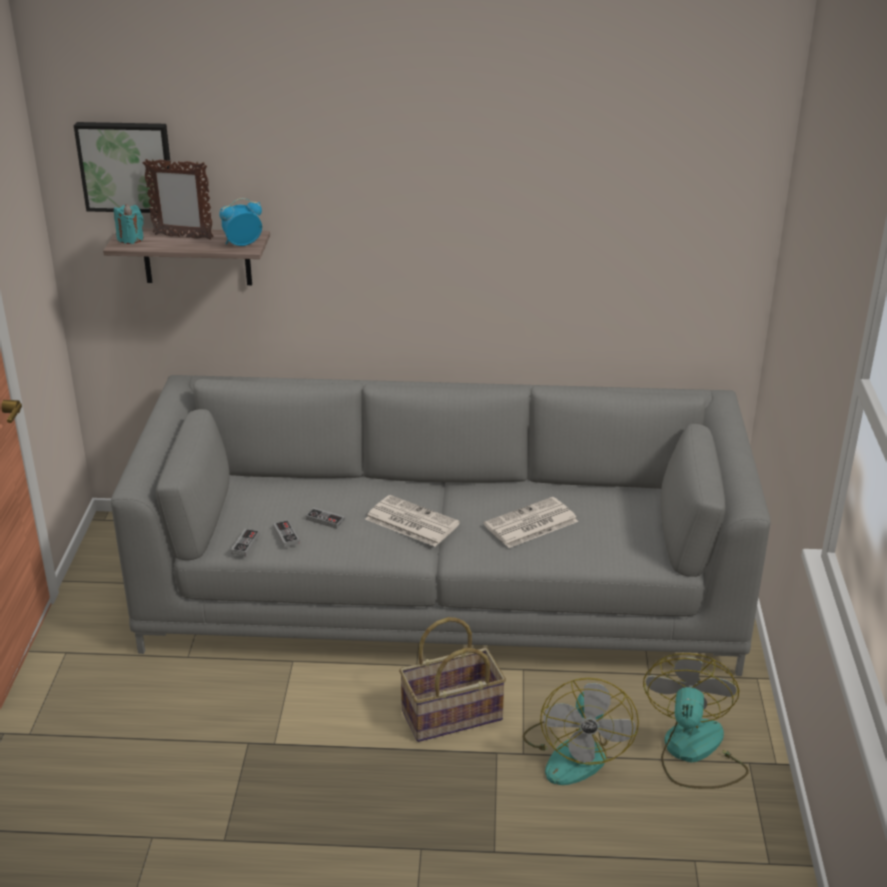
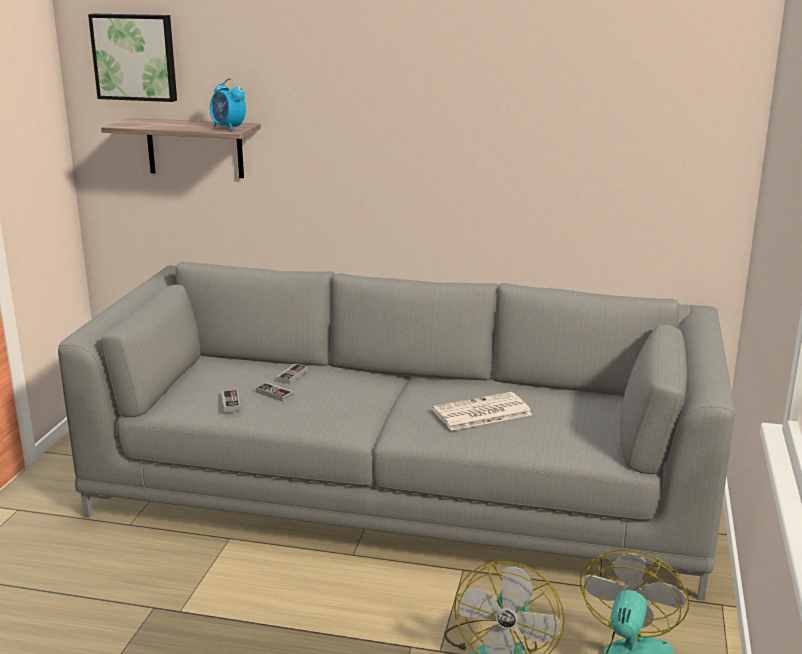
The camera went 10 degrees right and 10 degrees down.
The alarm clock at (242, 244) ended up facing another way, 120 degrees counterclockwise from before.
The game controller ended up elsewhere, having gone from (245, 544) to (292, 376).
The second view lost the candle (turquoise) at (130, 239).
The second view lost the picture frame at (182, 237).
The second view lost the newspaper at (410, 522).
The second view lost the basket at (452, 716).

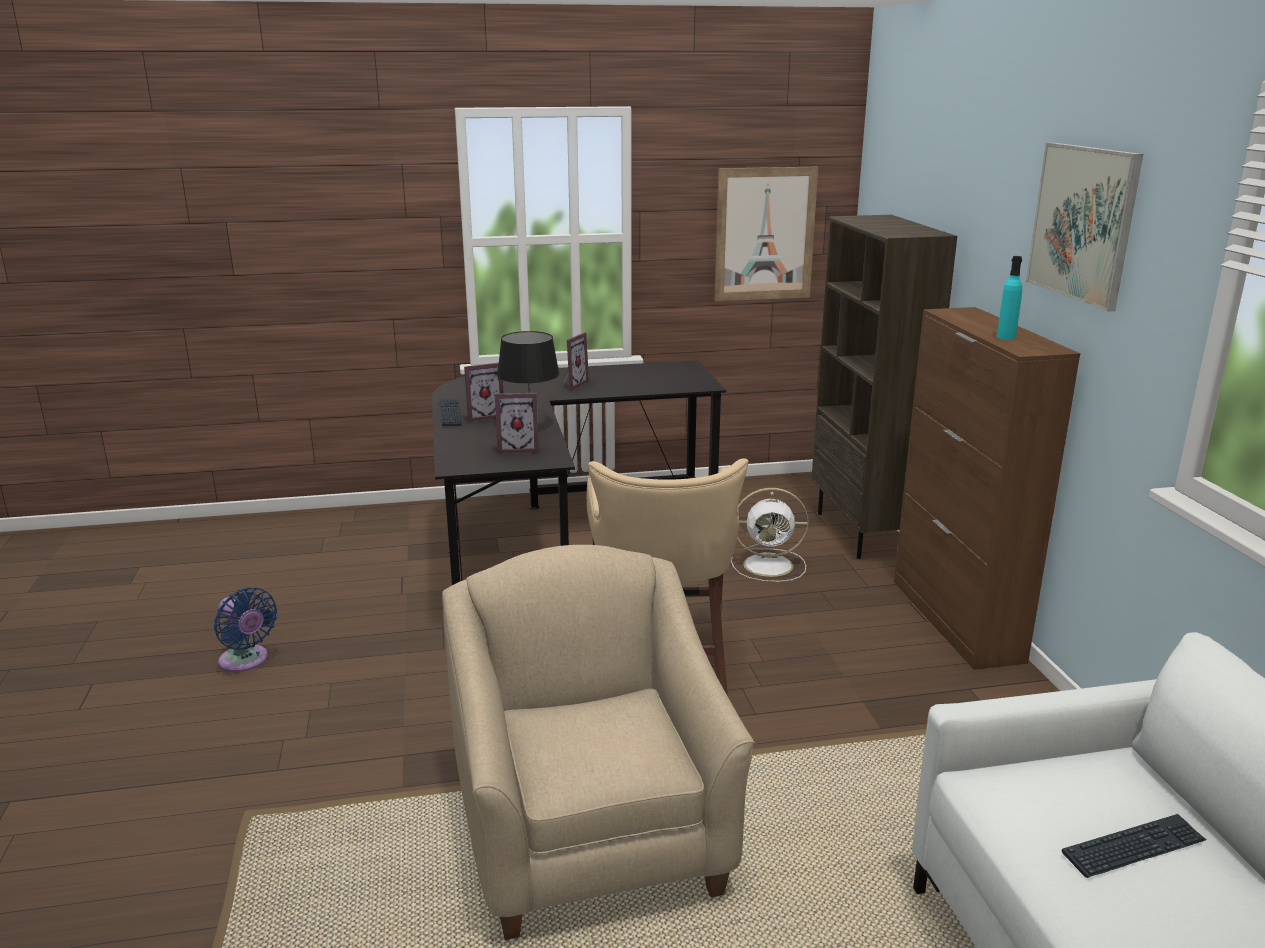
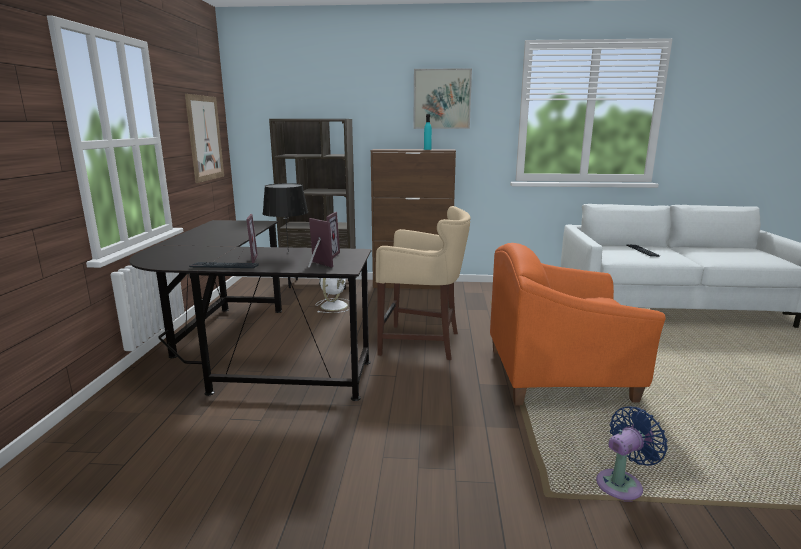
The camera went 75 degrees left and 5 degrees down.
The picture frame ended up elsewhere, having gone from (571, 384) to (316, 266).
What was the armchair (beige) at (591, 834) turned into the armchair (orange) at (559, 375).
The fan (blue) ended up elsewhere, having gone from (246, 661) to (622, 483).

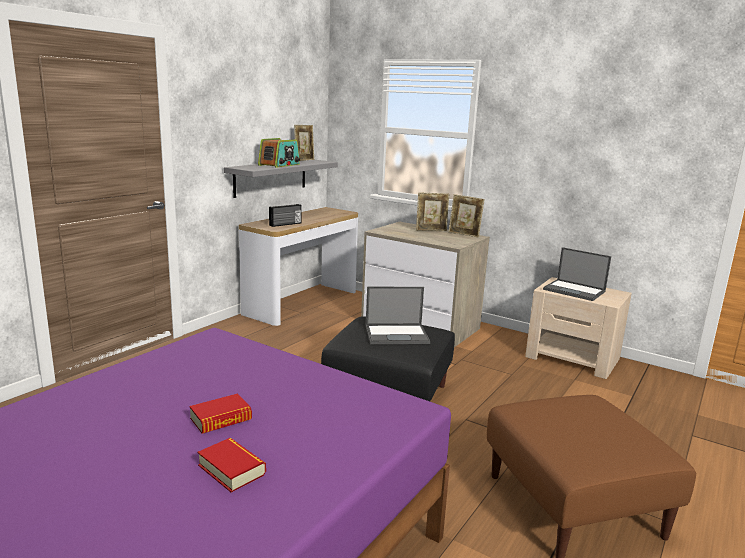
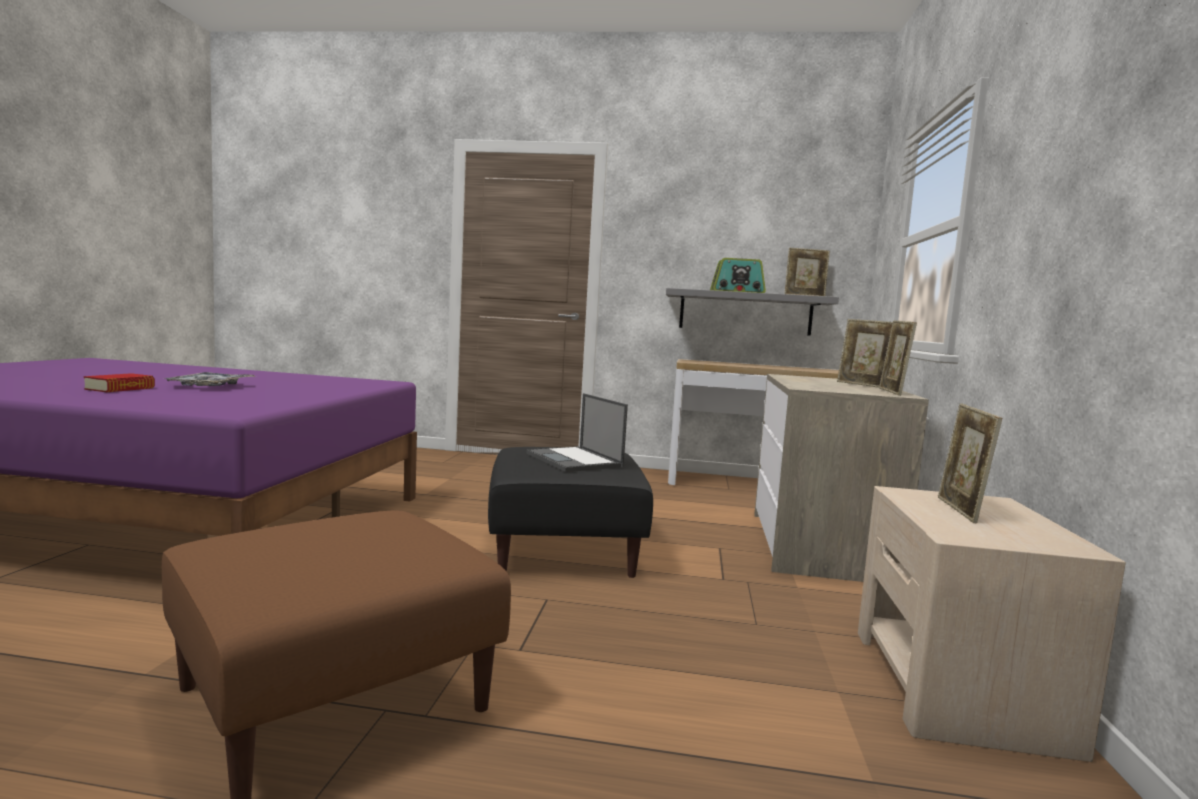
The camera went 65 degrees right and 10 degrees down.
Where the book stood at (221, 419), the tray came to stand at (210, 386).
Where the laptop stood at (575, 290), the picture frame came to stand at (960, 511).
The second view lost the radio at (285, 224).

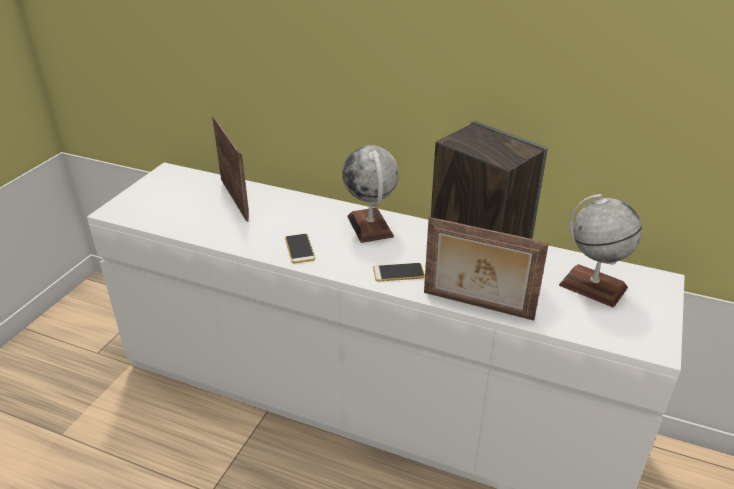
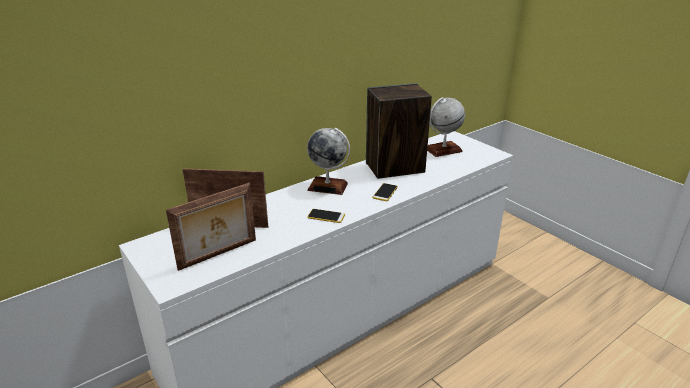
The camera went 60 degrees left and 5 degrees down.
The picture frame ended up elsewhere, having gone from (477, 306) to (219, 255).

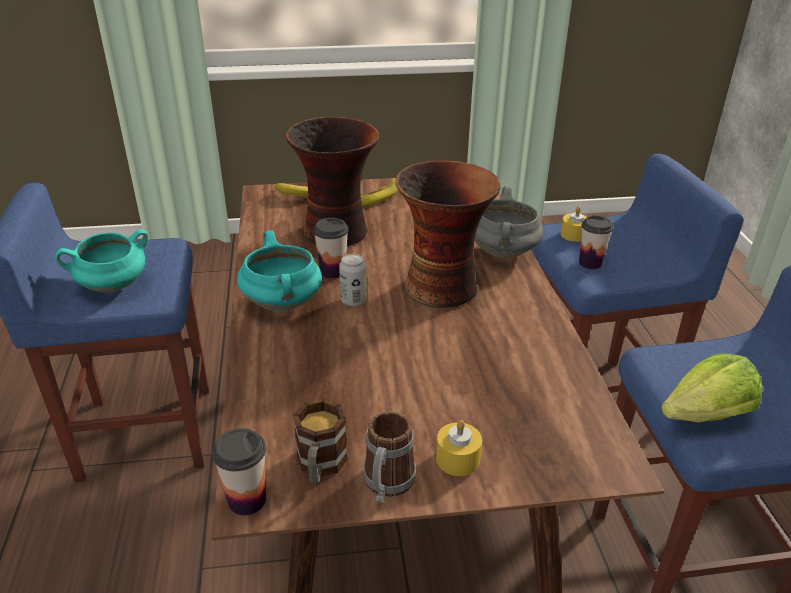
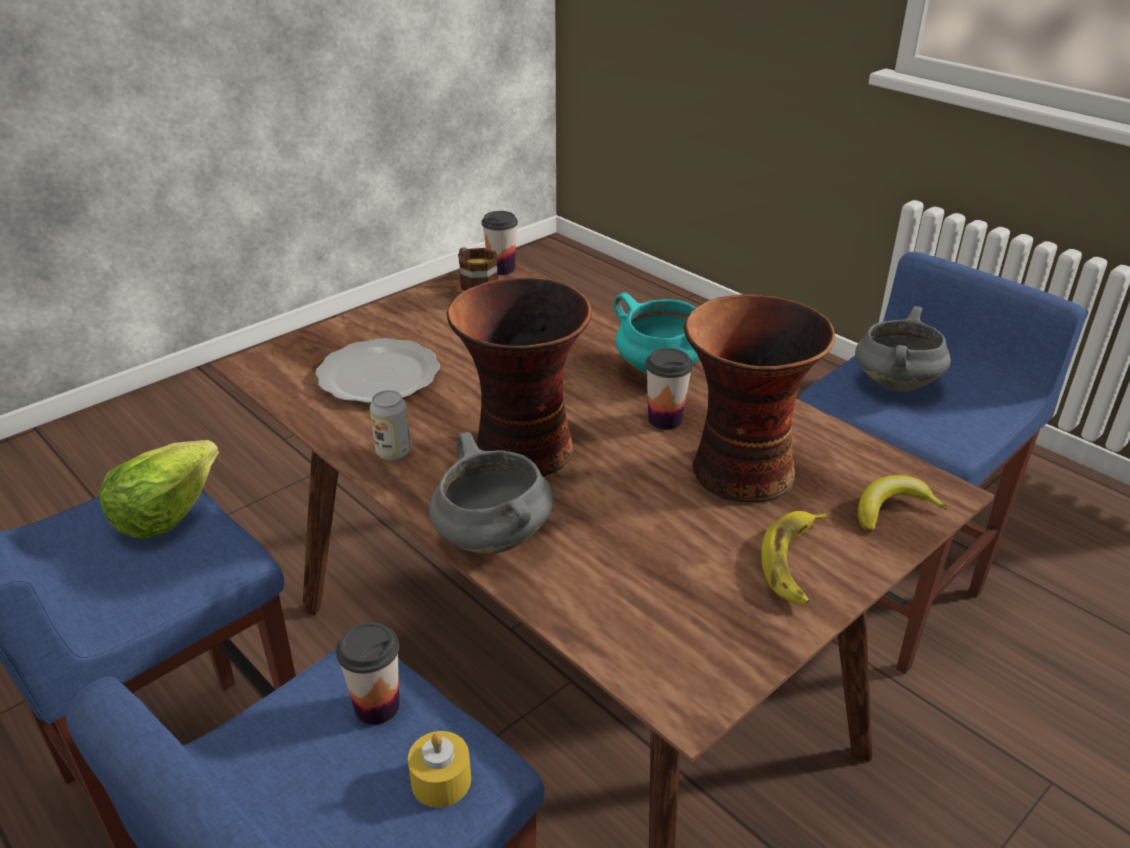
The camera went 145 degrees right and 0 degrees up.
The second view gained the plate at (379, 376).
The can ended up elsewhere, having gone from (353, 300) to (393, 452).
What was the cooking pot (turquoise) at (112, 287) turned into the cooking pot (grey) at (895, 383).
The second view lost the mug at (386, 486).
The second view lost the candle (yellow) at (457, 459).

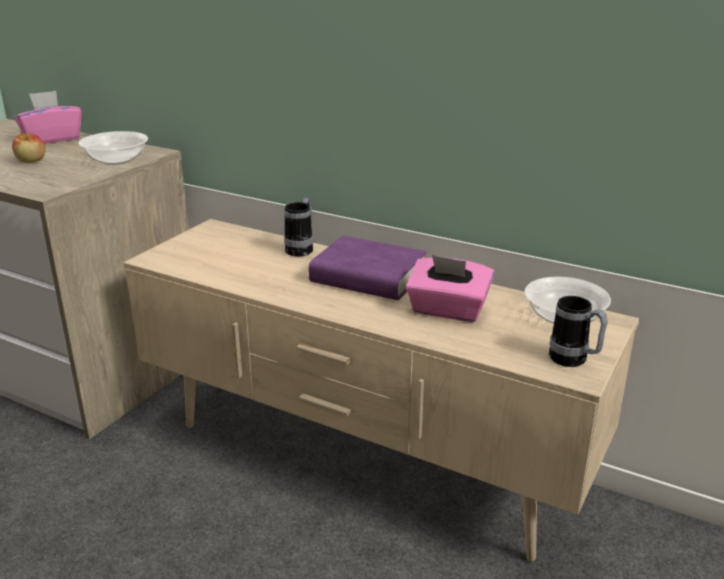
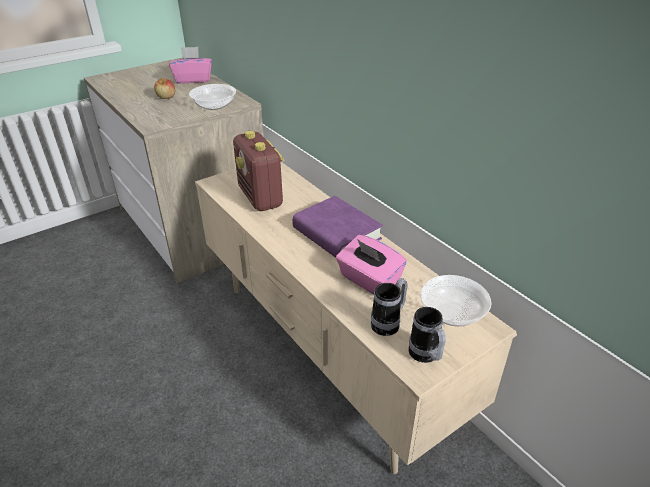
The camera went 25 degrees right and 10 degrees up.
The second view gained the radio at (261, 197).
The mug ended up elsewhere, having gone from (302, 248) to (389, 323).

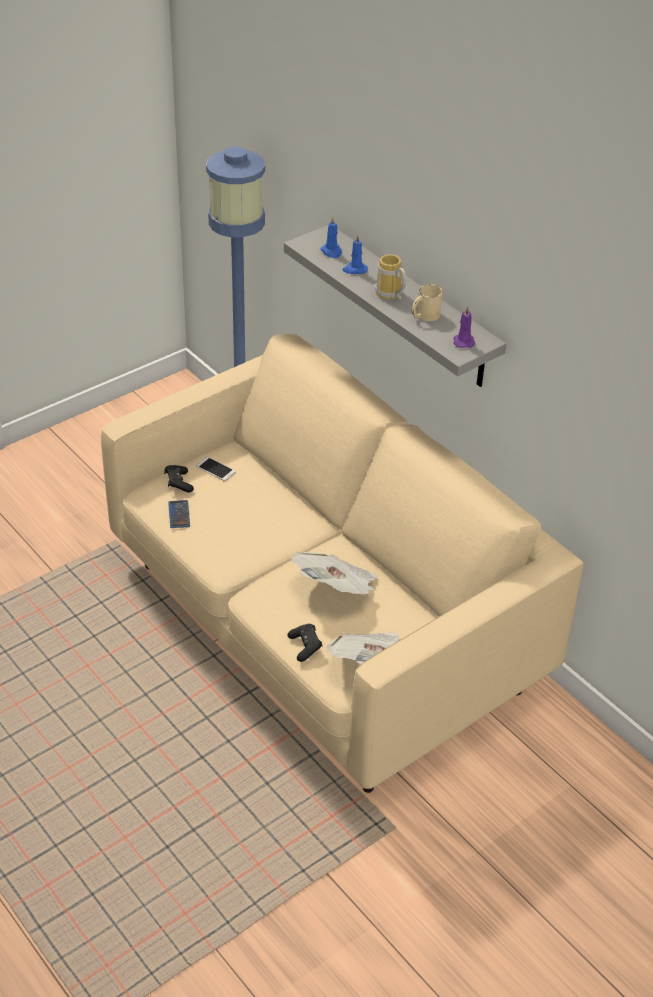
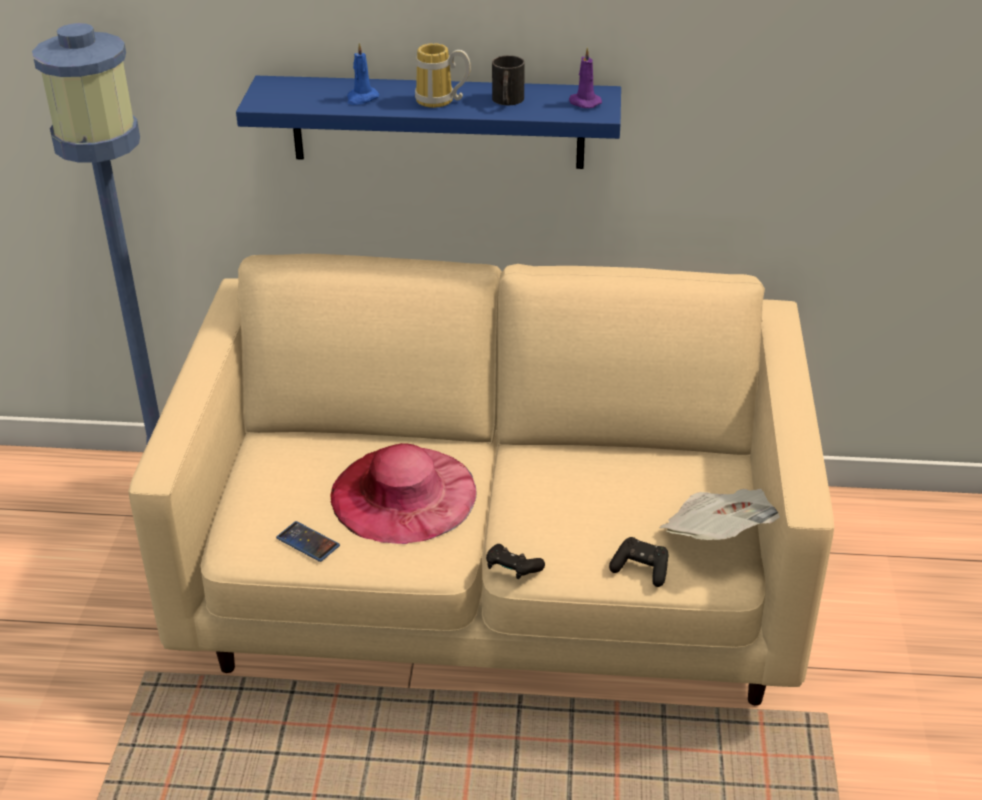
The camera went 45 degrees left and 5 degrees down.
What was the shelf (grey) at (411, 307) turned into the shelf (blue) at (437, 122).
The second view gained the hat (pink) at (403, 494).
The game controller (black) ended up elsewhere, having gone from (178, 483) to (512, 570).
What was the mug (beige) at (424, 316) turned into the mug (black) at (507, 101).
The second view lost the phone at (215, 469).
The second view lost the newspaper at (337, 589).
The second view lost the candle (blue) at (332, 252).

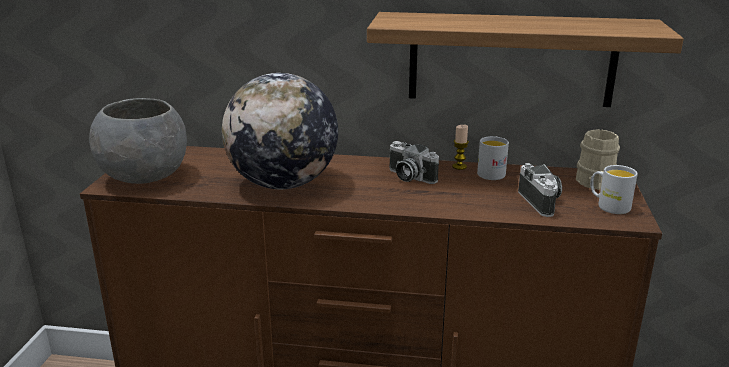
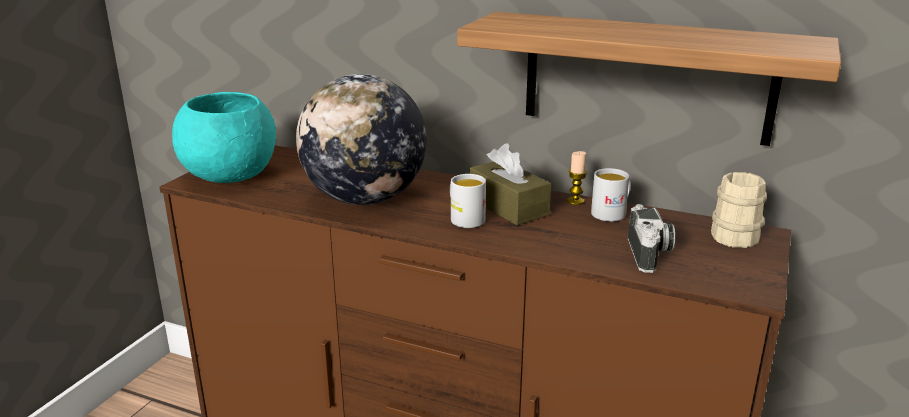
The camera went 15 degrees right and 0 degrees up.
What was the bowl (grey) at (144, 177) turned into the bowl (turquoise) at (230, 176).
The mug (white) ended up elsewhere, having gone from (608, 206) to (464, 218).
Where the photo camera stood at (408, 177), the tissue box (brown) came to stand at (508, 206).

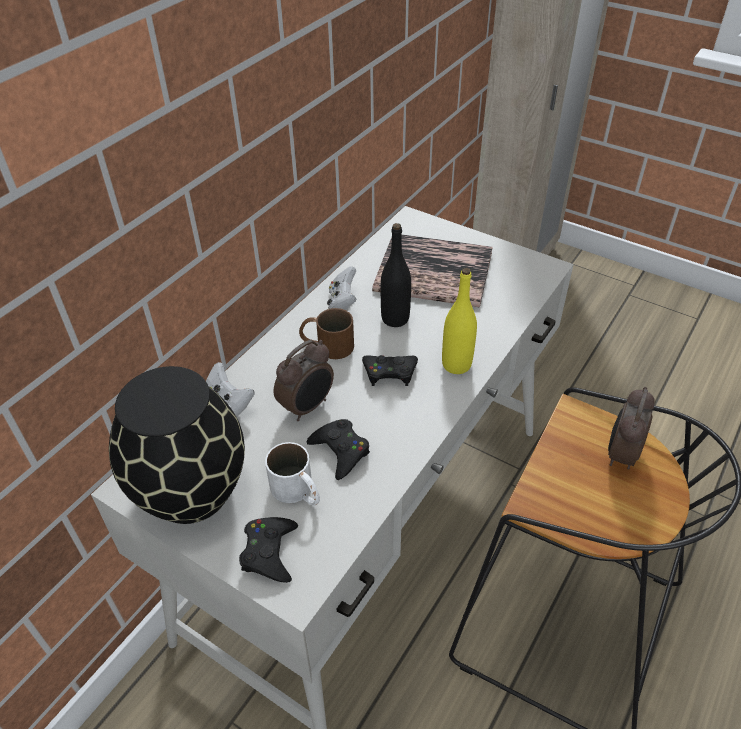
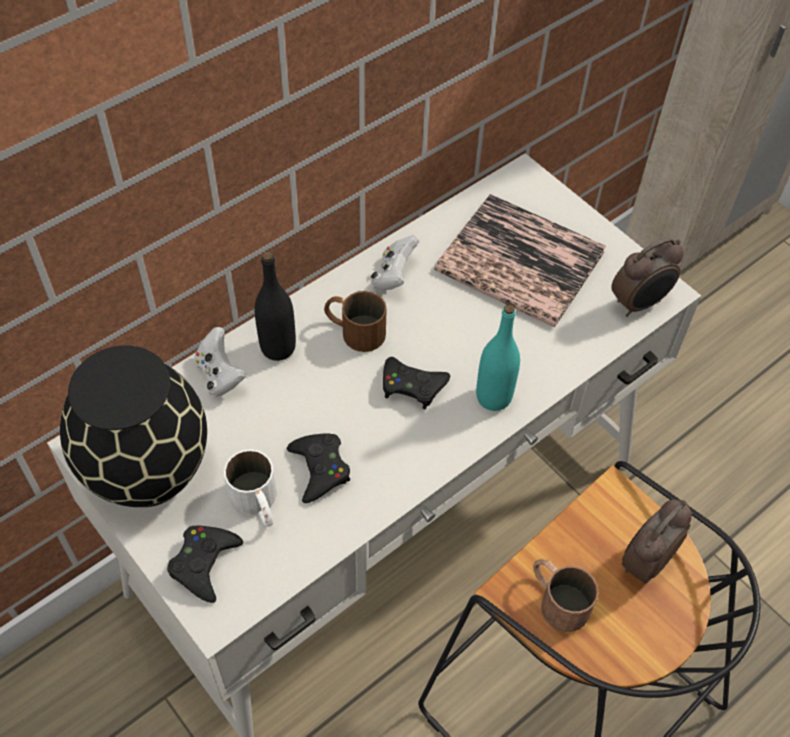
The camera went 15 degrees right and 10 degrees up.
The bottle (black) ended up elsewhere, having gone from (395, 319) to (278, 347).
What was the bottle (yellow) at (456, 364) turned into the bottle (turquoise) at (493, 397).
The second view gained the mug (brown) at (556, 598).
The alarm clock ended up elsewhere, having gone from (308, 407) to (639, 303).

